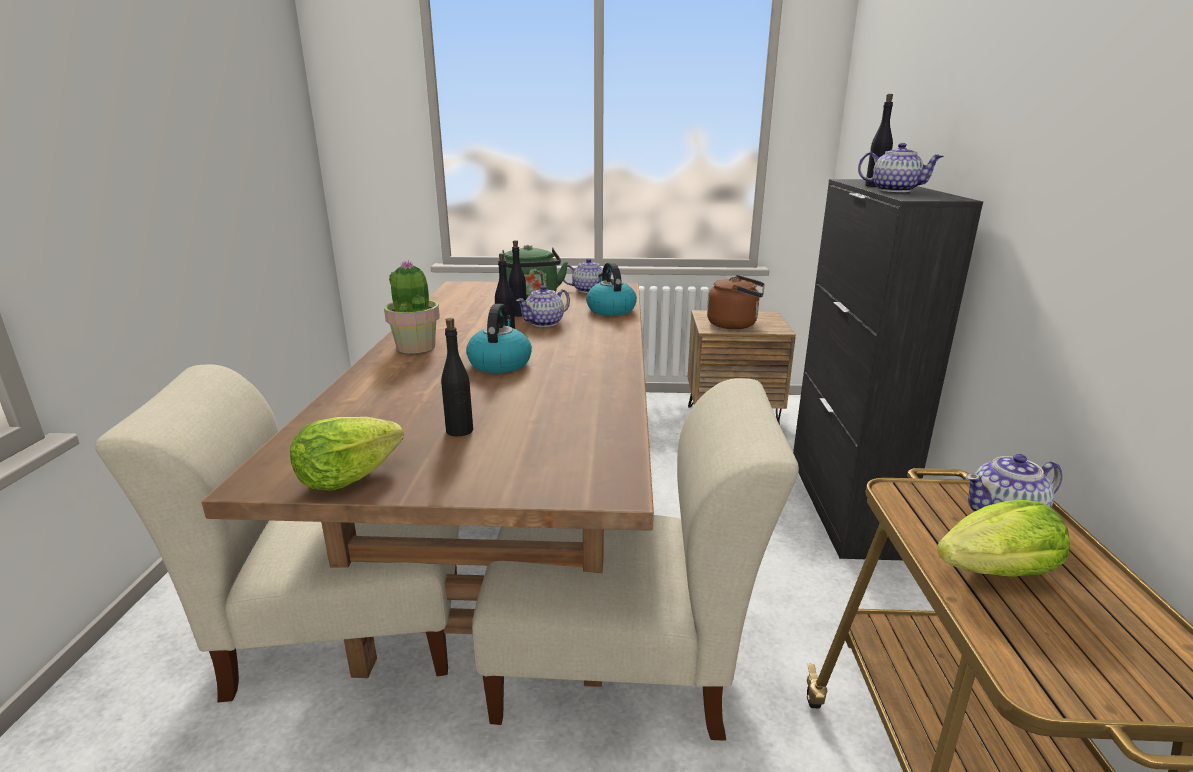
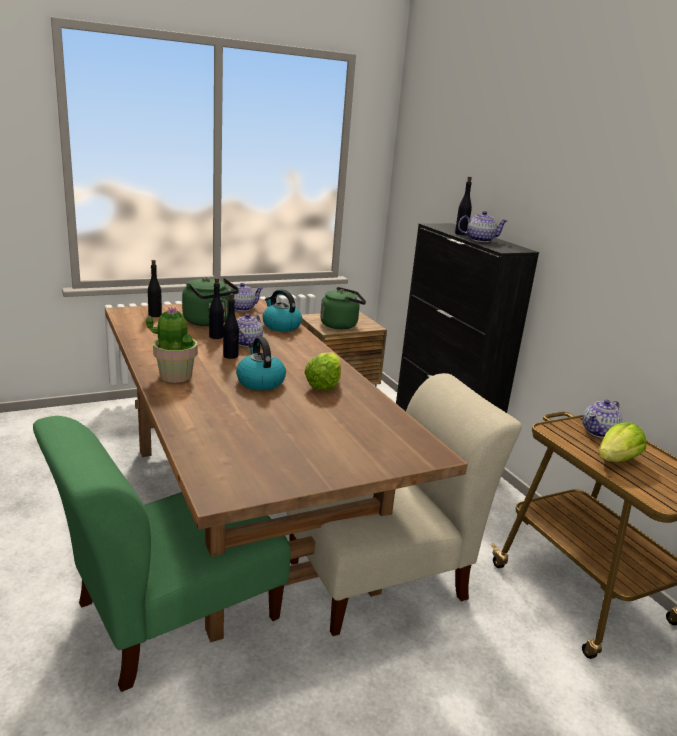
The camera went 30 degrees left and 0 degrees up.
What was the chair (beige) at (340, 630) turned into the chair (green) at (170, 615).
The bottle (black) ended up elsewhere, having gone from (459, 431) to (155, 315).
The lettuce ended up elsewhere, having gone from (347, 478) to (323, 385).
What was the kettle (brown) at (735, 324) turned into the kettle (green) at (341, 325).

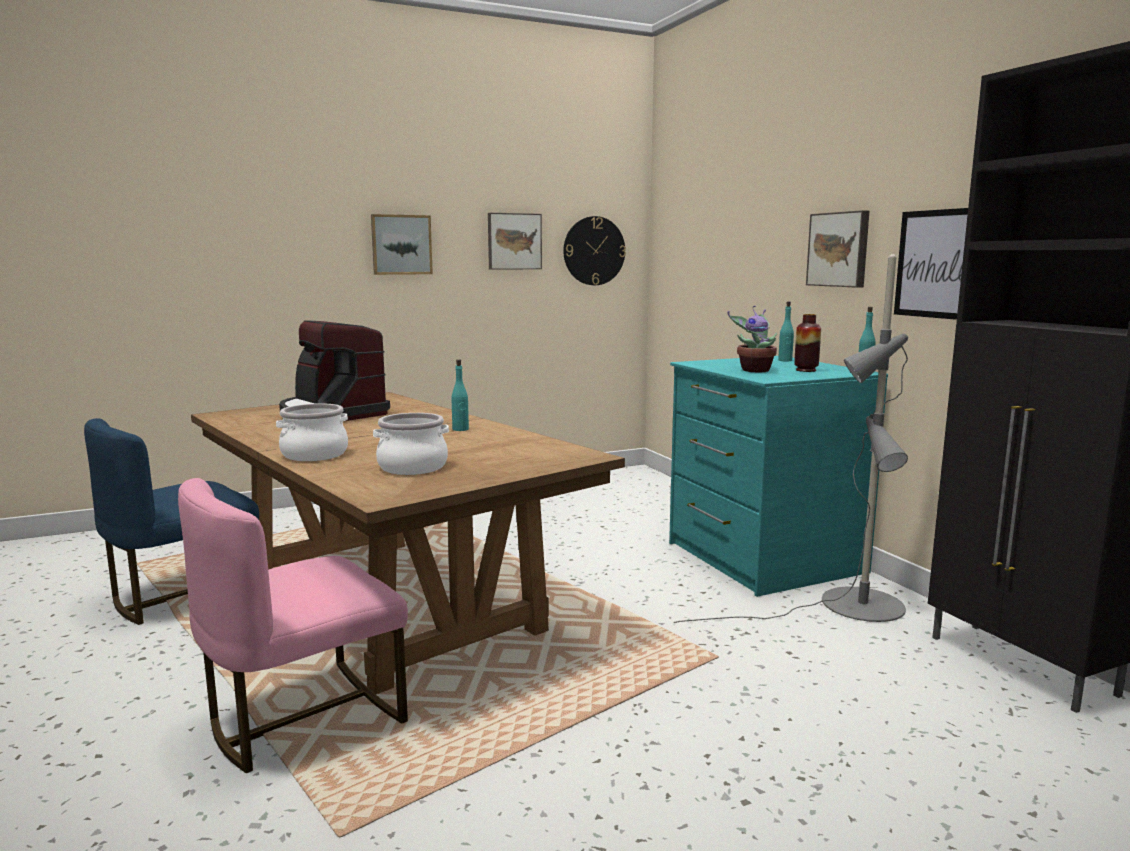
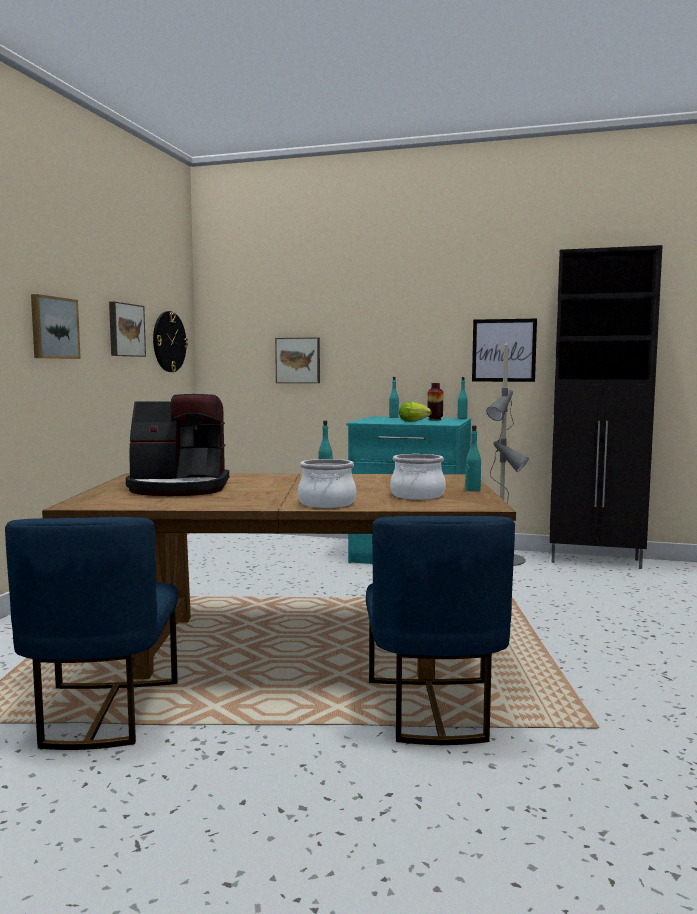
The camera went 50 degrees left and 5 degrees down.
The picture ended up elsewhere, having gone from (839, 249) to (298, 360).
What was the chair (pink) at (302, 718) turned into the chair (blue) at (433, 710).
Where the potted plant stood at (754, 370), the lettuce came to stand at (415, 421).
The second view gained the bottle (turquoise) at (472, 490).

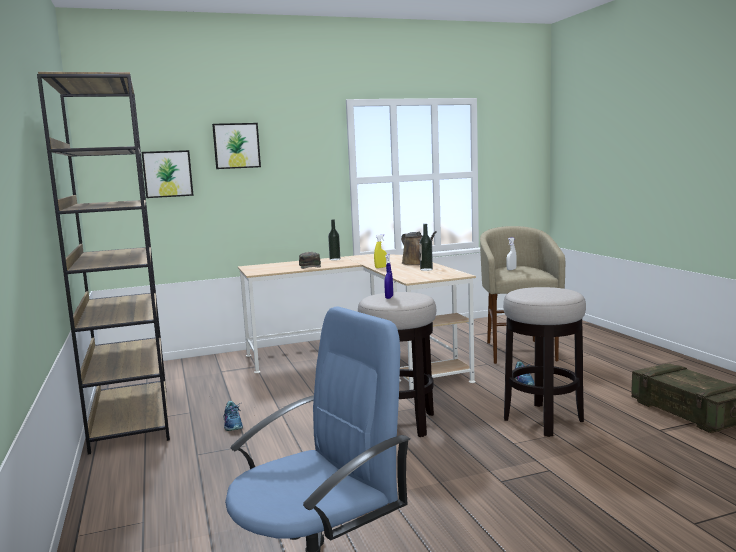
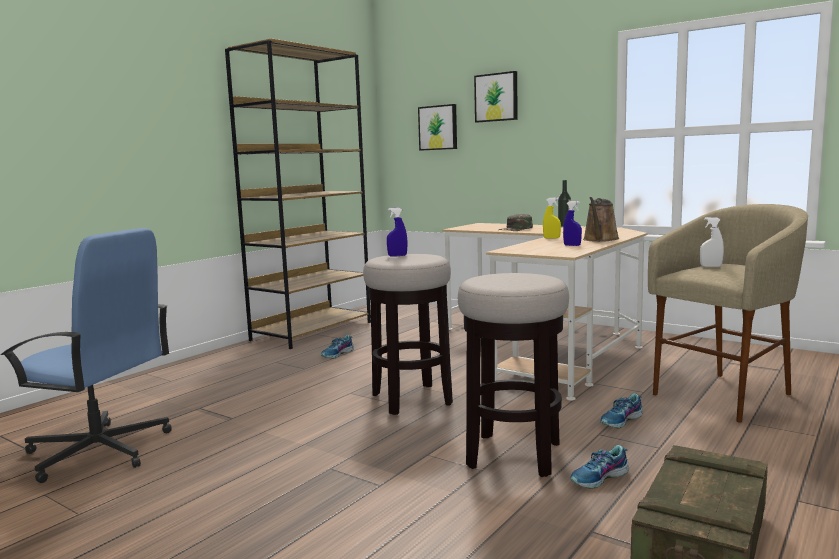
The camera went 55 degrees right and 0 degrees up.
Where the bottle stood at (426, 269), the spray bottle (blue) came to stand at (572, 245).
The second view gained the shoe at (599, 478).

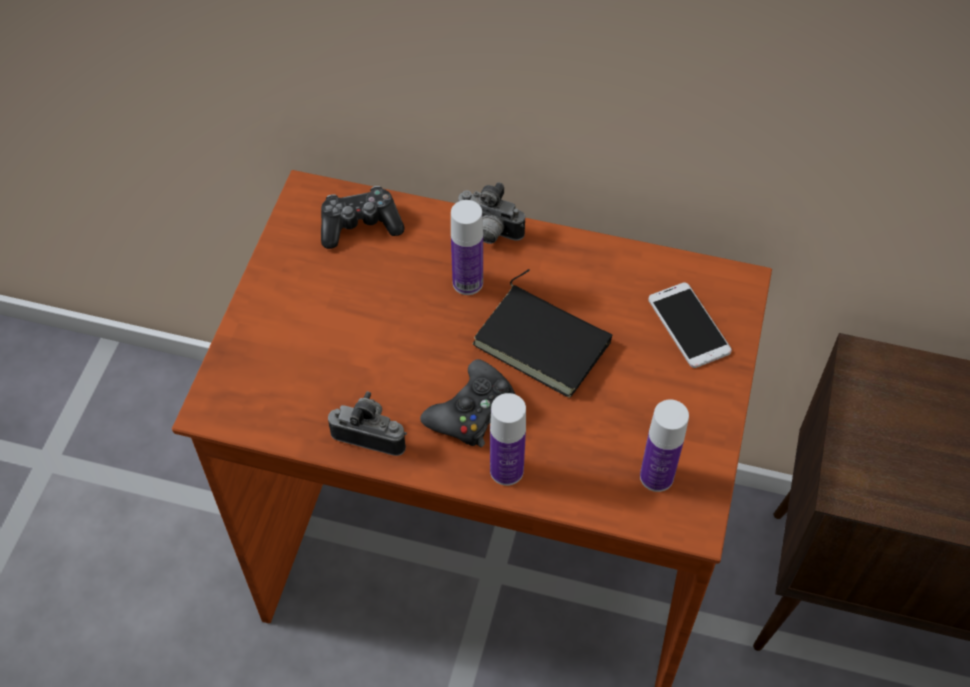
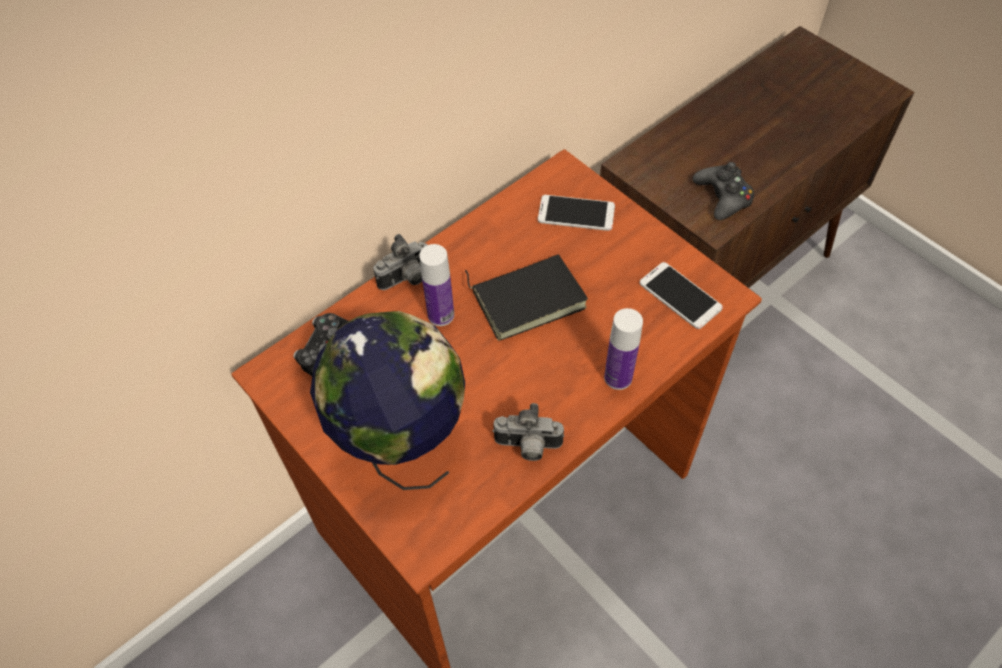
The camera went 55 degrees left and 0 degrees up.
The second view gained the globe at (401, 441).
The photo camera at (371, 434) ended up facing another way, 135 degrees counterclockwise from before.
Where the bottle stood at (656, 476), the phone came to stand at (680, 296).
The game controller (black) ended up elsewhere, having gone from (472, 412) to (723, 197).

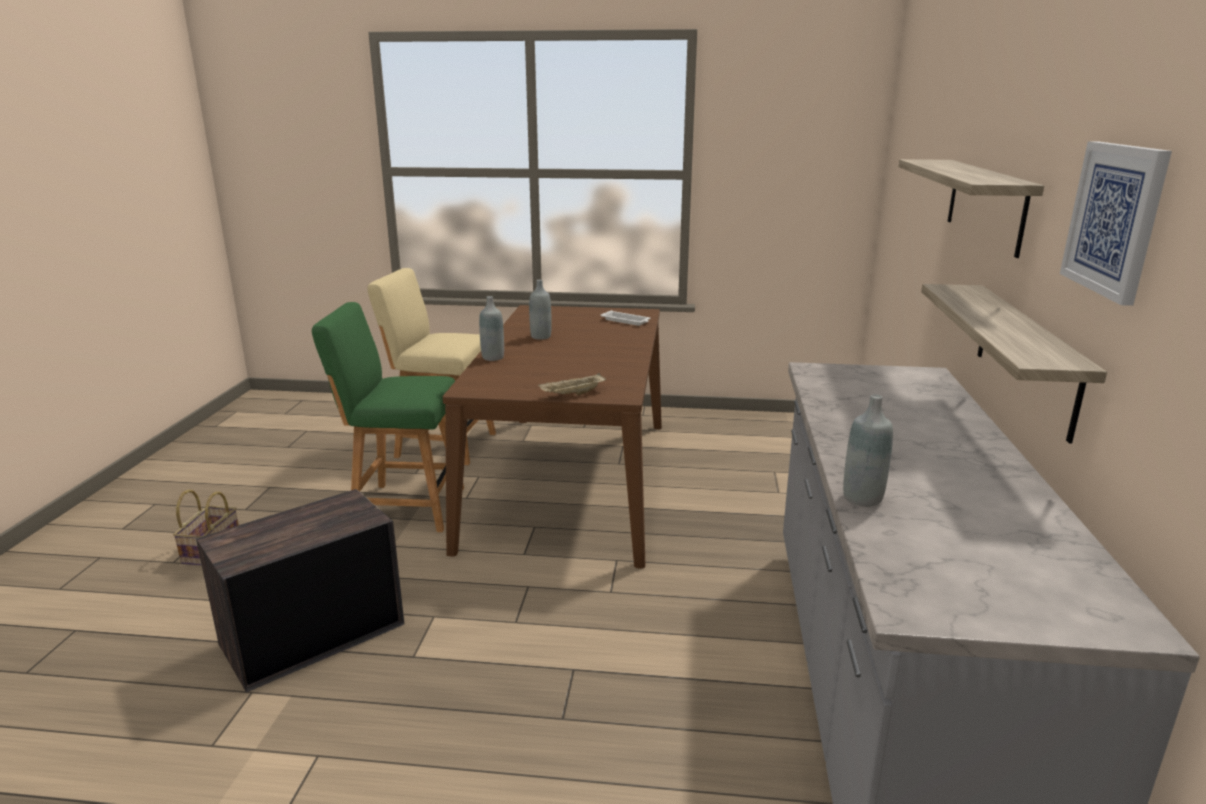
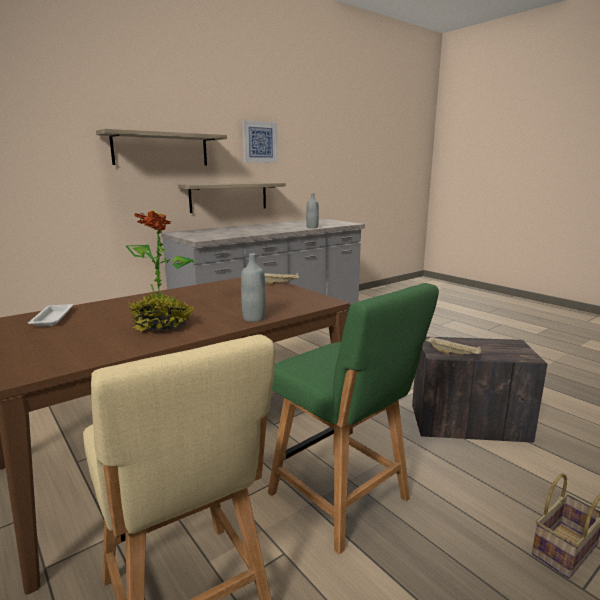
The camera went 135 degrees left and 5 degrees down.
Where the bottle (grey) stood at (541, 337), the potted plant came to stand at (162, 326).
The second view gained the tray (beige) at (453, 354).

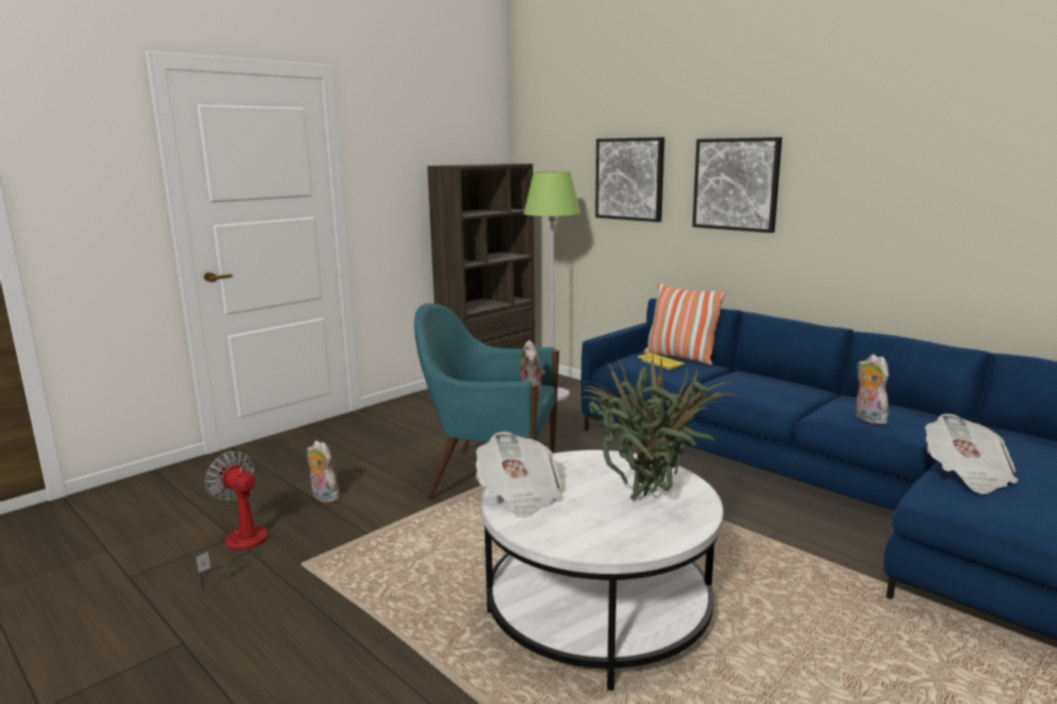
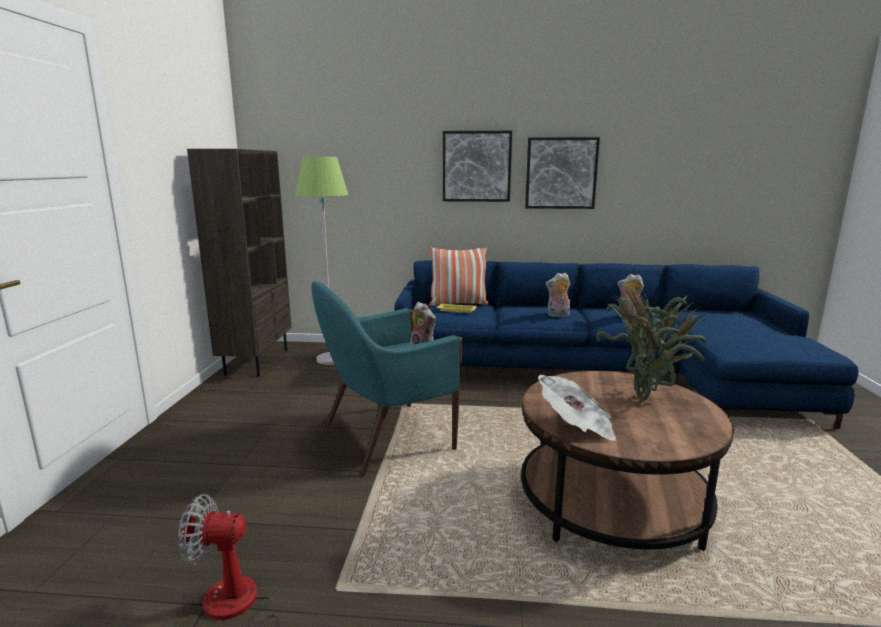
The camera went 40 degrees left and 0 degrees up.
What was the coffee table (white) at (598, 611) turned into the coffee table (brown) at (612, 502).
The picture ended up elsewhere, having gone from (630, 179) to (561, 173).
The plush toy ended up elsewhere, having gone from (323, 497) to (558, 315).
The second view lost the newspaper at (966, 474).

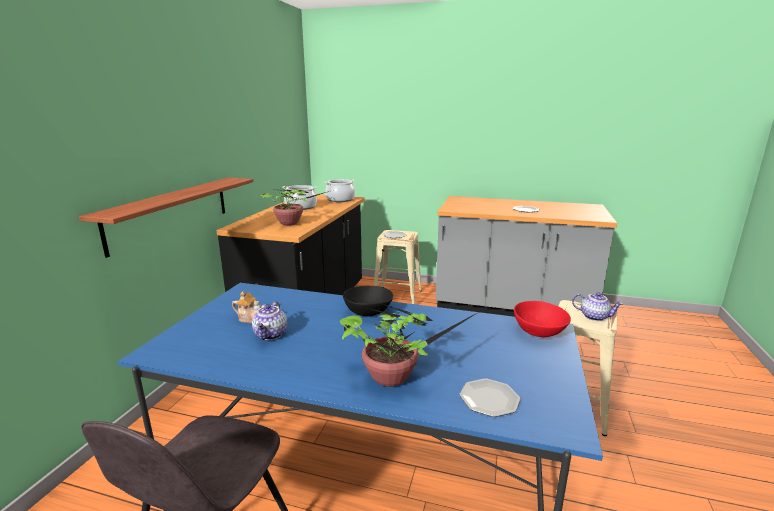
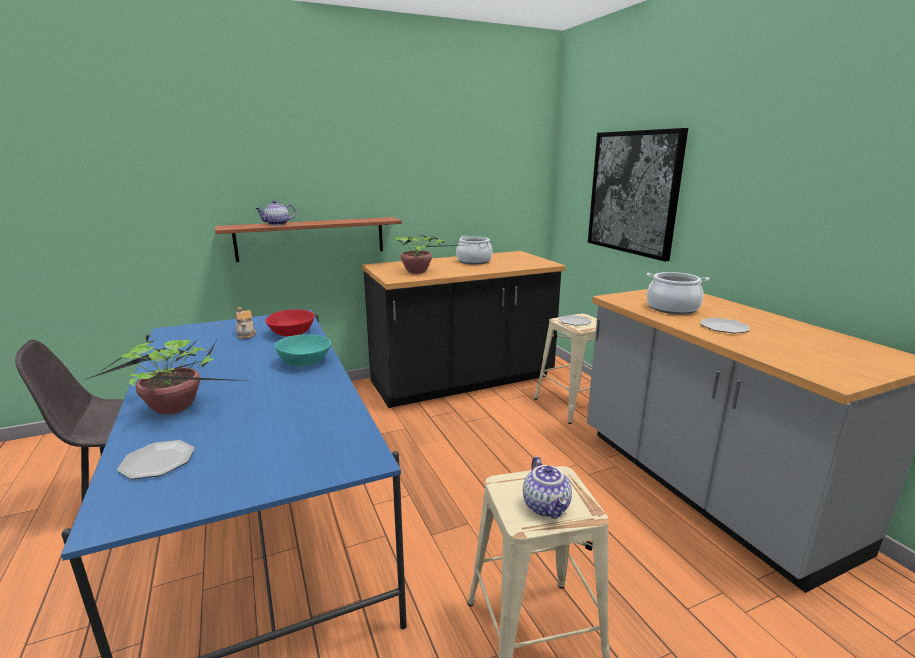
The camera went 50 degrees right and 0 degrees up.
The teapot ended up elsewhere, having gone from (271, 335) to (277, 224).
The bowl (red) ended up elsewhere, having gone from (539, 331) to (292, 333).
What was the bowl (black) at (368, 311) turned into the bowl (turquoise) at (305, 362).
The second view gained the picture at (633, 193).
The cooking pot ended up elsewhere, having gone from (340, 199) to (672, 308).

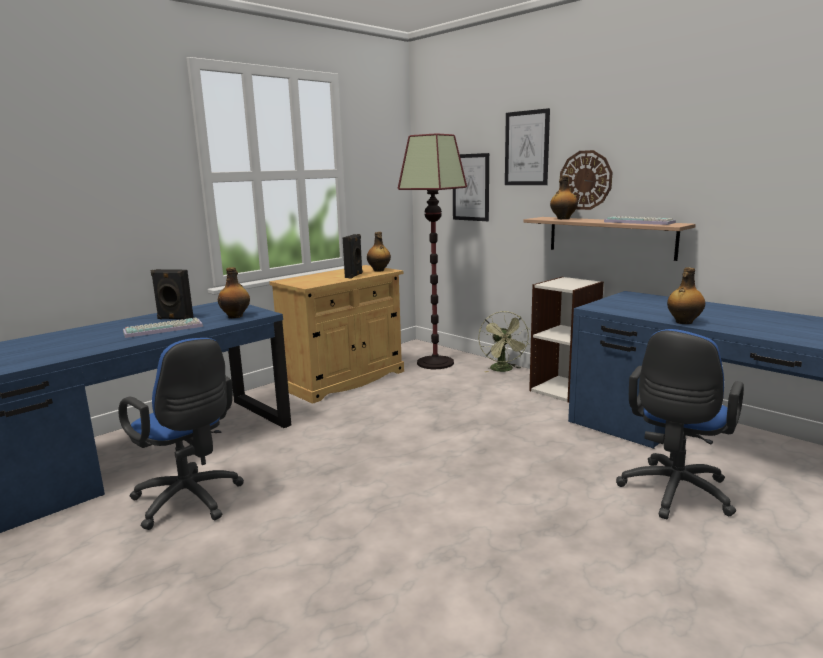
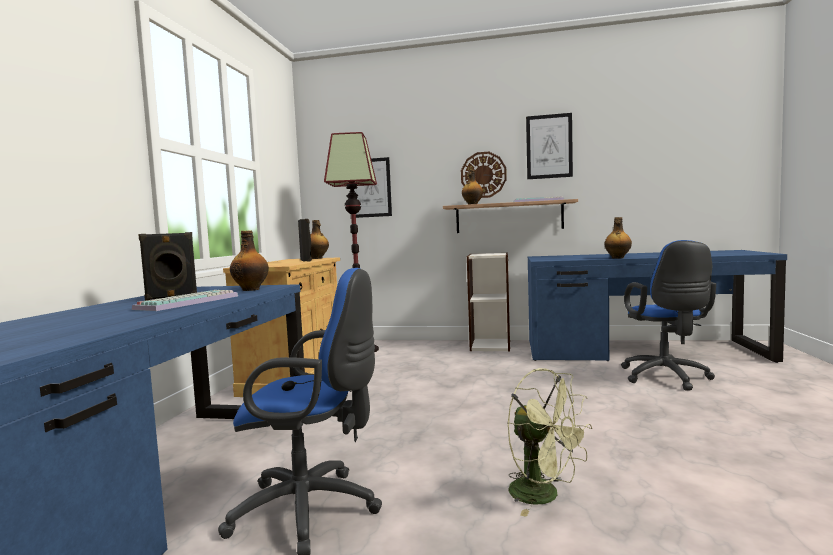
The camera went 35 degrees left and 10 degrees down.
The fan (green) ended up elsewhere, having gone from (503, 370) to (544, 496).
The picture ended up elsewhere, having gone from (526, 148) to (549, 146).

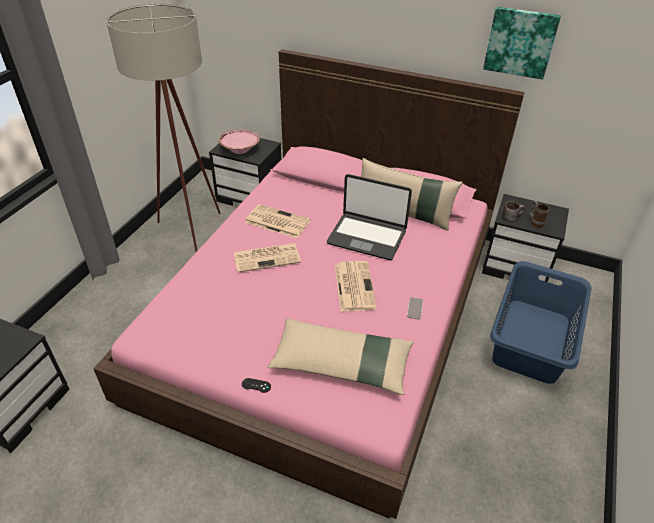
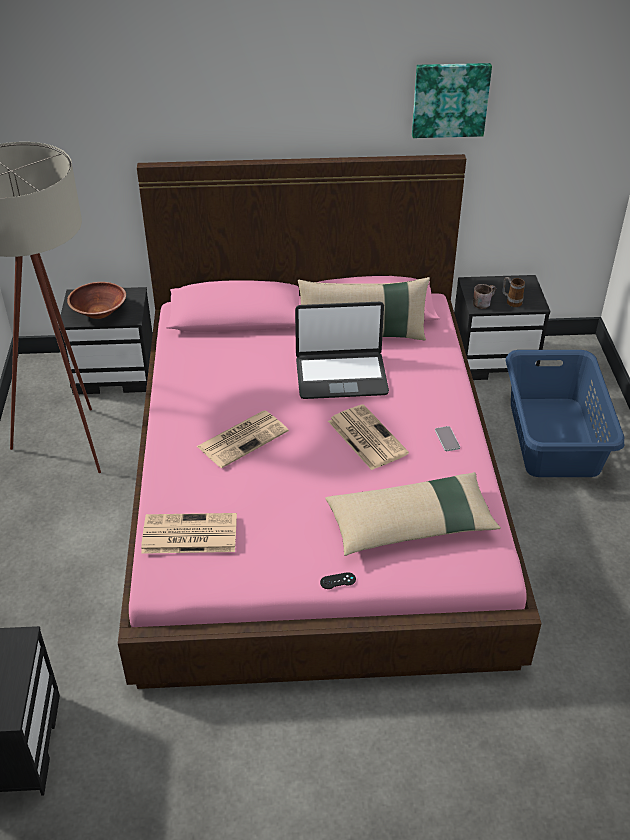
The camera went 25 degrees left and 0 degrees up.
What was the bowl (pink) at (240, 150) turned into the bowl (brown) at (99, 312).
The newspaper ended up elsewhere, having gone from (276, 221) to (188, 535).

